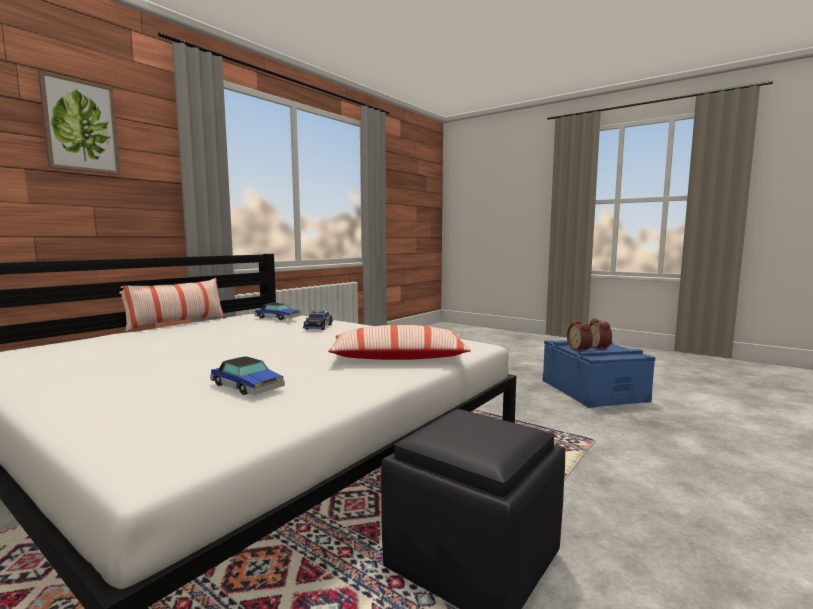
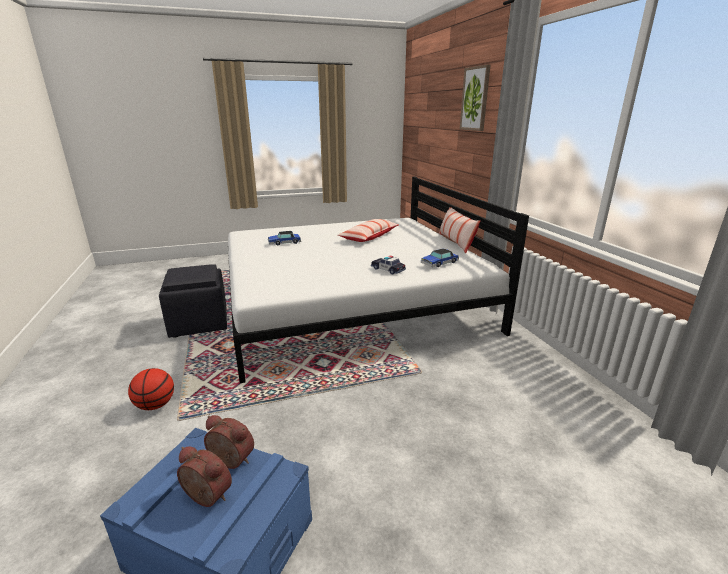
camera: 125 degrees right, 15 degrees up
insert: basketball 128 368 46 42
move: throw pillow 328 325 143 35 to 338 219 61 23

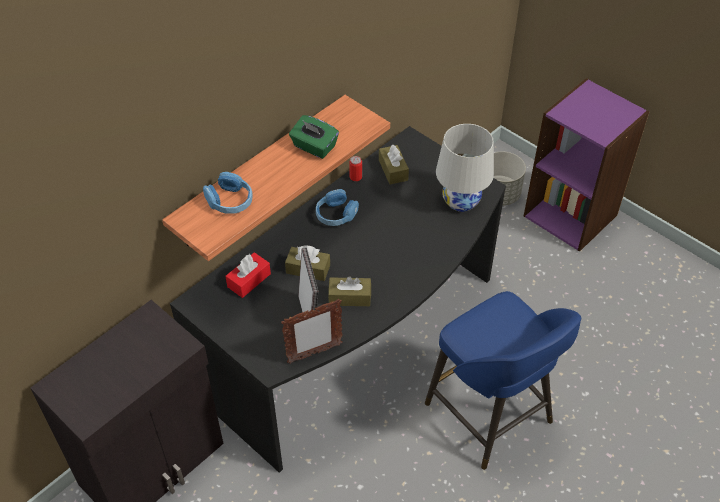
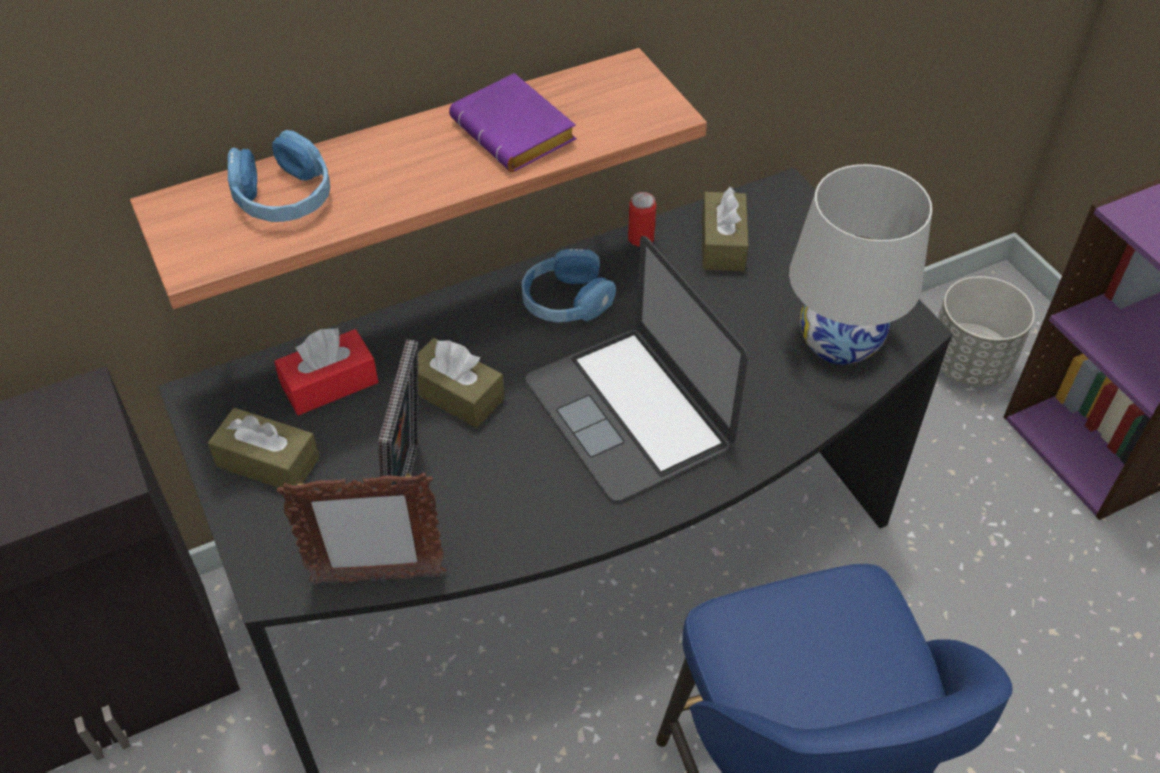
camera: 20 degrees right, 0 degrees up
insert: portable computer 525 236 223 265
move: box of tissues (brownish) 328 276 43 30 to 208 408 112 80
replace: box of tissues (green-coloured) 289 115 50 44 to book (purple-coloured) 449 73 127 99

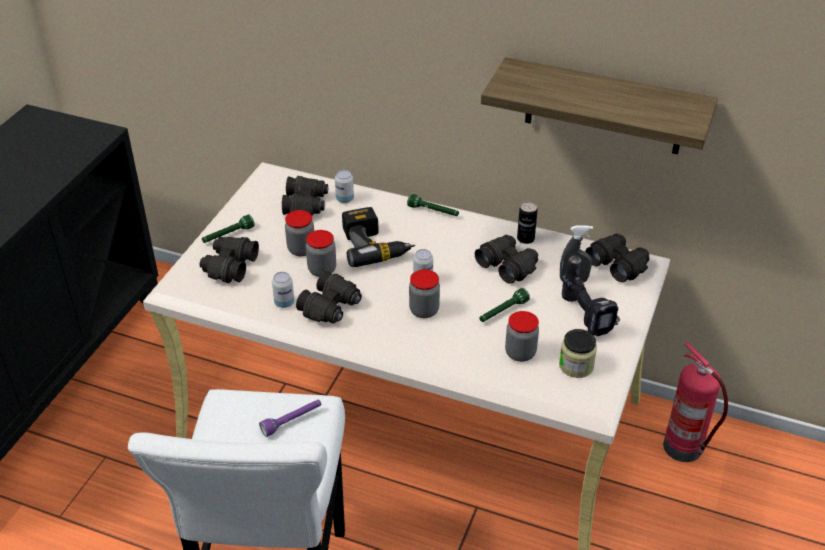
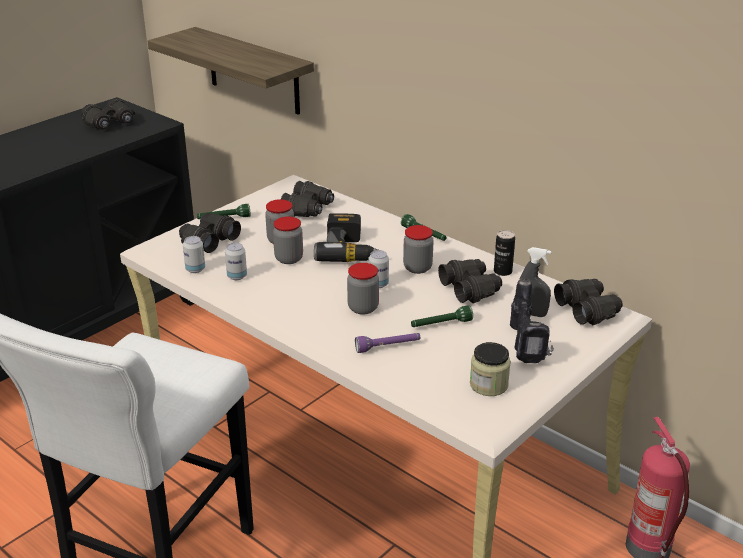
camera: 20 degrees right, 10 degrees down
move: bracket shelf 481 57 237 97 to 147 27 167 88; can 335 170 19 33 to 183 236 22 37; pair of binoculars (black) 296 271 66 53 to 81 98 54 32; jar 505 311 34 51 to 403 225 31 49; flashlight (purple-coloured) 259 400 62 37 to 355 333 65 20

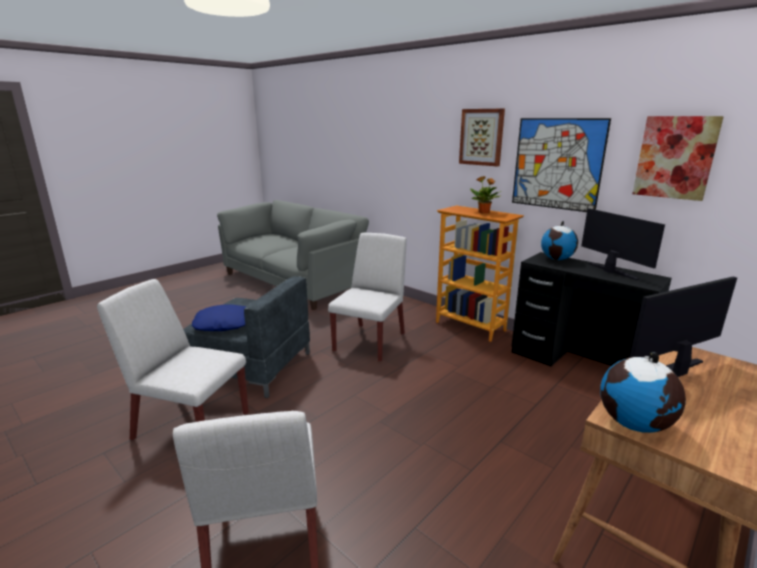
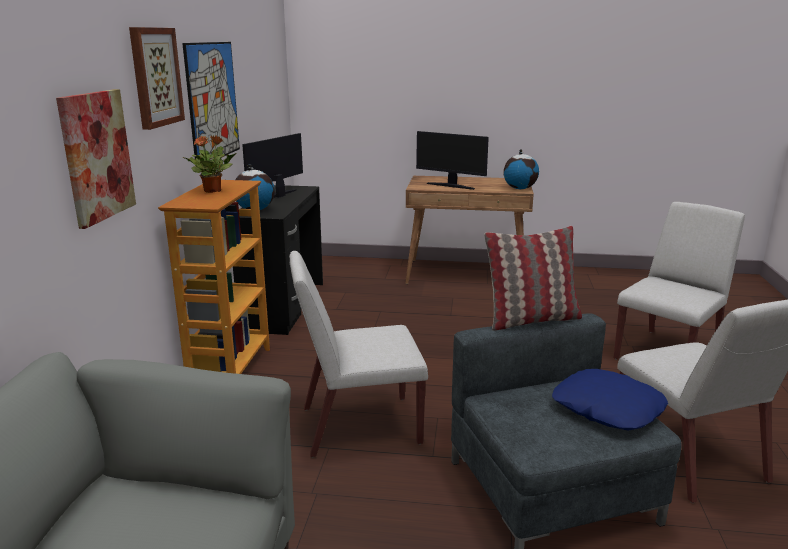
camera: 125 degrees left, 0 degrees up
insert: throw pillow 484 226 98 105
move: wall art 632 116 92 85 to 56 89 80 140

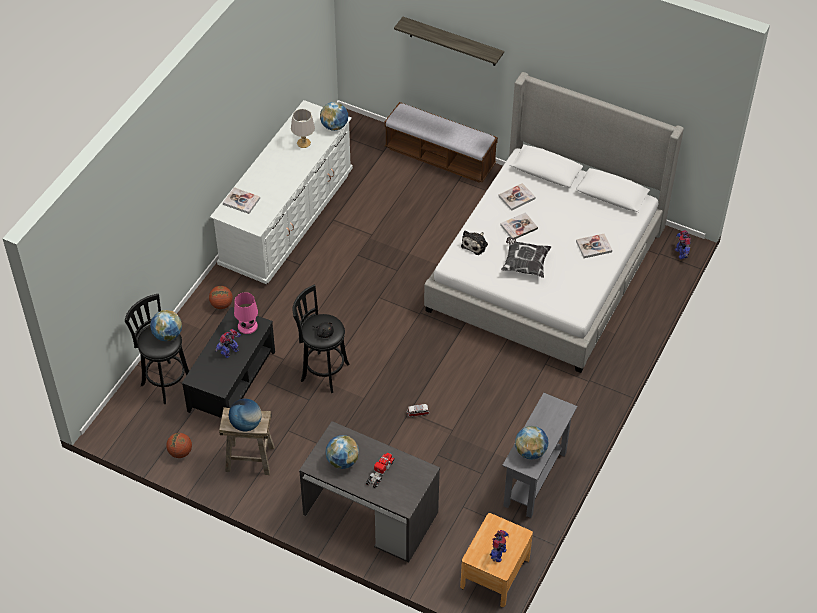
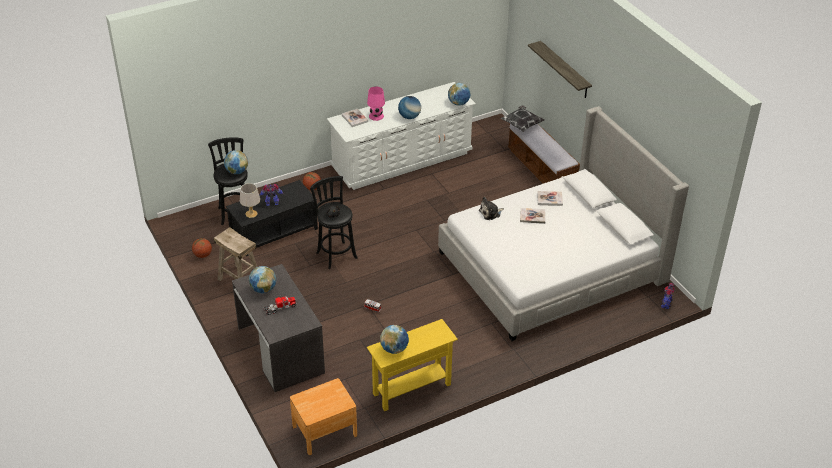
camera: 35 degrees right, 10 degrees down
delete: book 576 234 36 24; toy robot 490 530 18 32
move: tabletop lamp (gray) 291 109 24 39 to 240 183 20 35; throw pillow 501 237 50 41 to 501 105 44 27; tabletop lamp (pinkish) 234 292 24 42 to 367 87 18 34; world globe 229 399 33 33 to 398 96 23 23
recolor: console table (gray) 502 393 75 125 to console table (yellow-coloured) 367 319 91 92

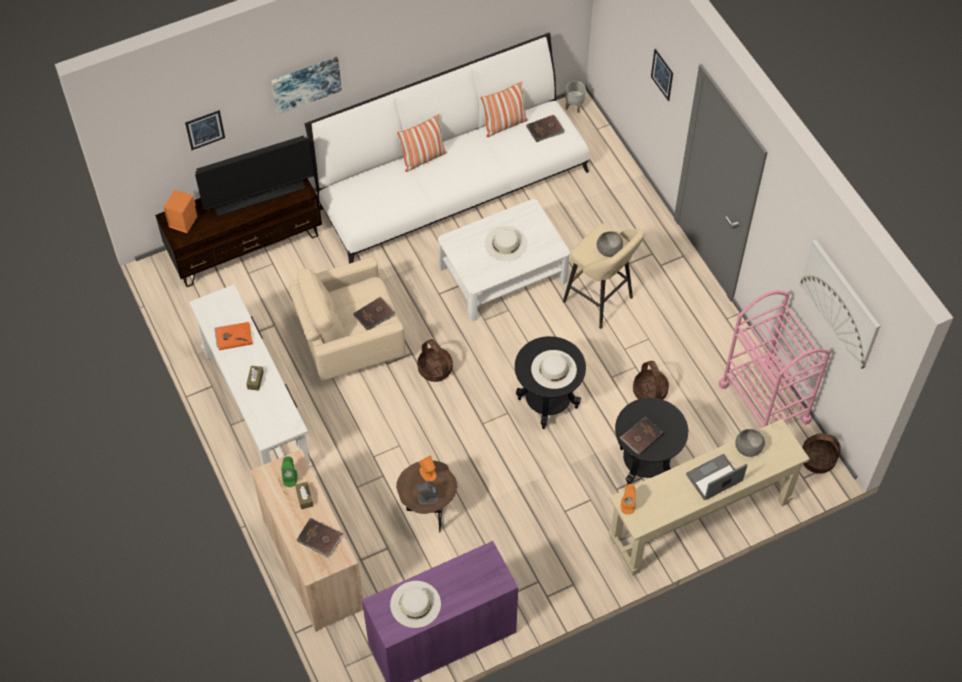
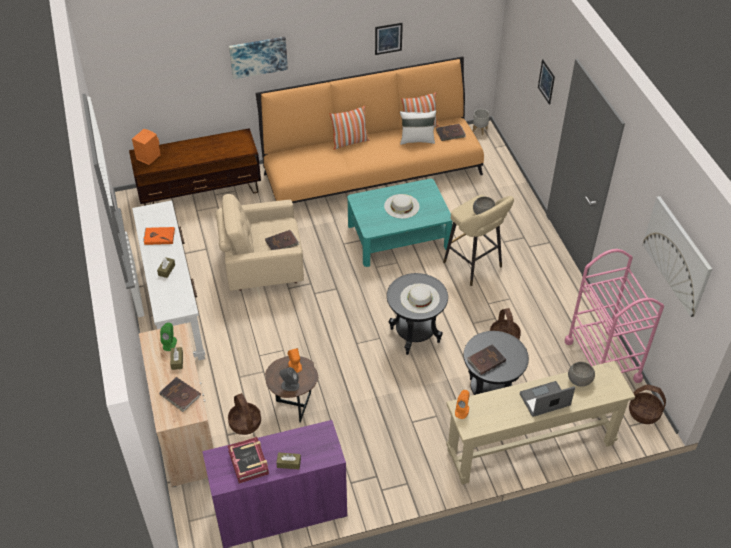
camera: 10 degrees right, 10 degrees down
delete: TV set 195 135 119 81
insert: throw pillow (white-coloured) 400 110 36 35; box of tissues (brownish) 276 452 25 17
move: wall art 185 110 40 40 to 375 23 28 32; basket 417 339 36 43 to 228 393 33 42
replace: hat (white-coloured) 390 581 51 47 to book 228 437 41 47
recolor: sofa (white-coloured) 305 32 285 232 to sofa (orange) 256 57 228 146; lounge table (white-coloured) 438 199 132 122 to lounge table (blue-green) 347 179 106 88

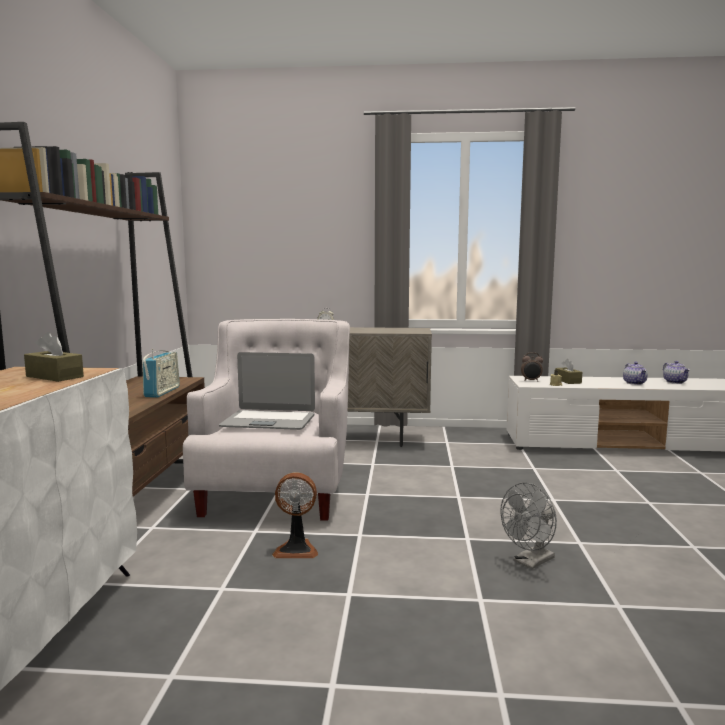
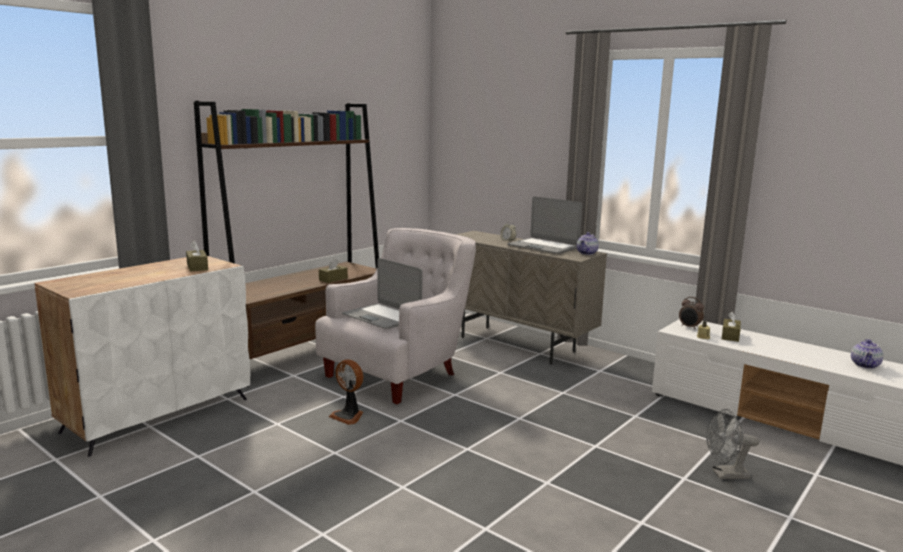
camera: 35 degrees right, 5 degrees up
insert: portable computer 507 196 75 58
move: pot for tea 623 362 25 23 to 576 232 23 23; fan (gray) 500 483 57 86 to 706 409 53 70
replace: radio set 143 349 37 49 to box of tissues (brownish) 319 258 29 25

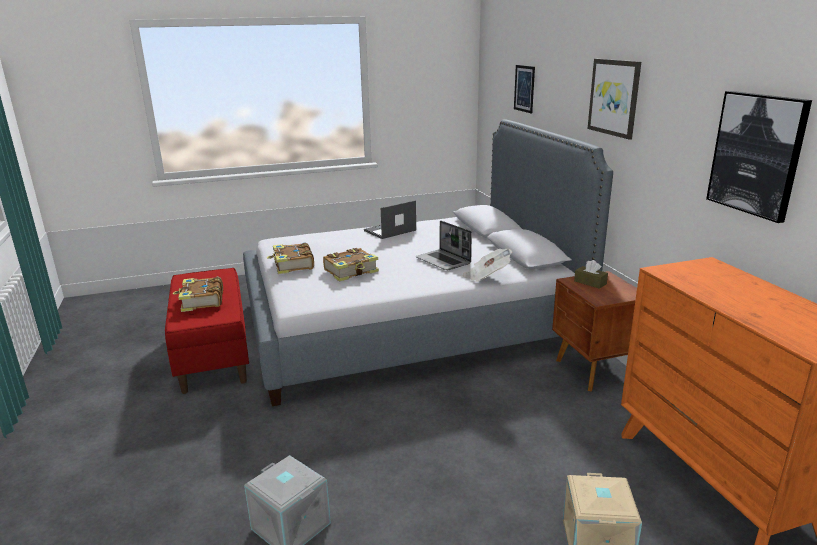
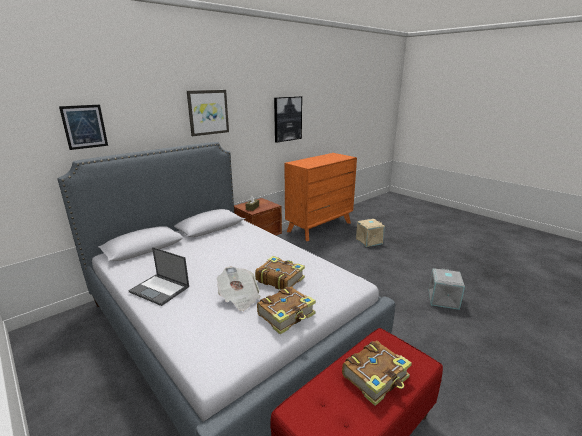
camera: 115 degrees left, 0 degrees up
delete: portable computer 416 220 56 50
move: newspaper 463 249 50 33 to 217 266 44 45

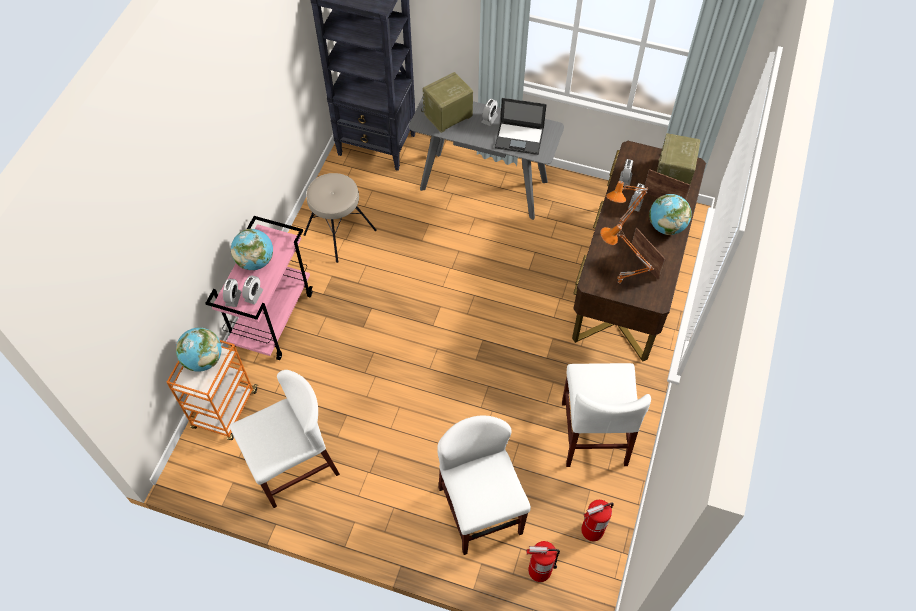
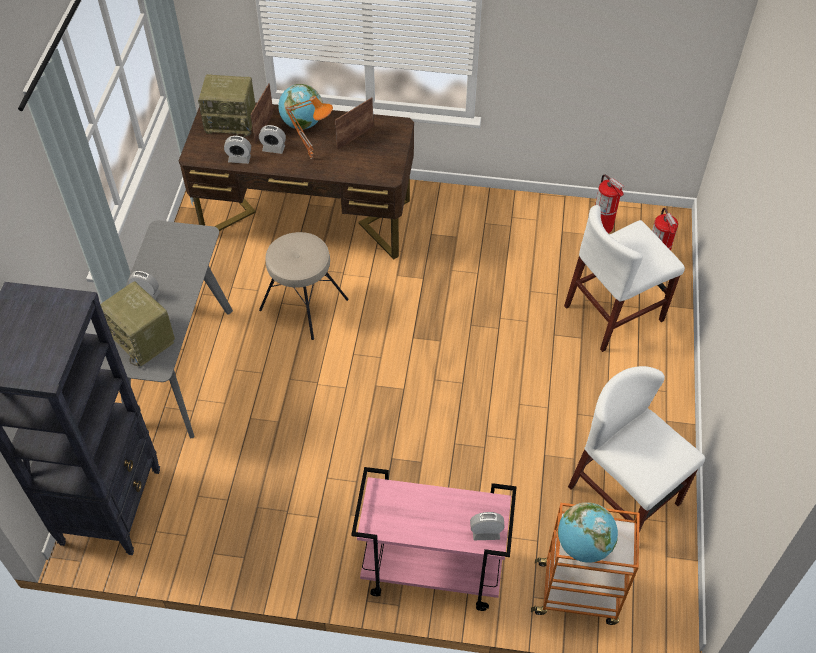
camera: 100 degrees left, 5 degrees down
delete: portable computer 495 98 52 57; tabletop lamp (orange) 600 224 54 60; world globe 231 229 42 41; alarm clock 242 275 21 30; plain chair (white-coloured) 562 363 89 104
move: sitting stool (beige) 304 173 73 90 to 259 232 90 108

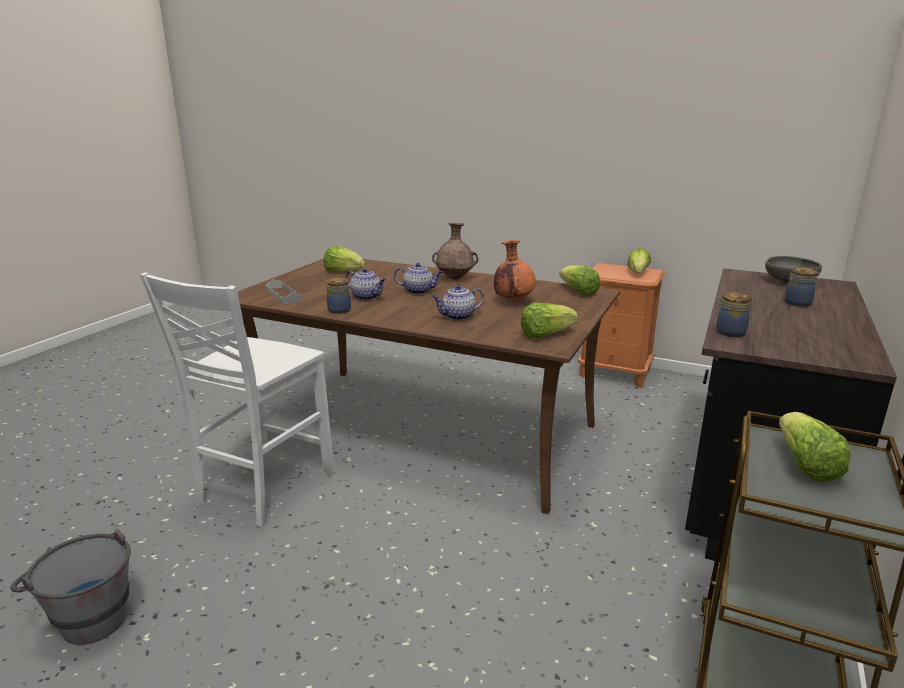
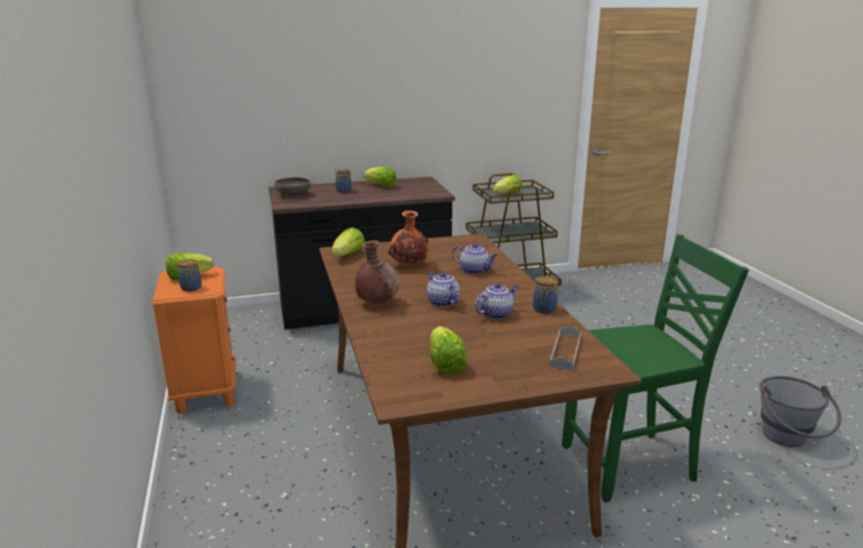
camera: 130 degrees left, 0 degrees up
move: jar 714 292 38 45 to 178 259 24 33; lettuce 521 303 57 35 to 363 167 34 21
recolor: plain chair (white-coloured) 140 272 194 255 to plain chair (green-coloured) 562 234 187 268
rotate: pot for tea 345 268 41 32 = 474 283 44 36 60 degrees clockwise

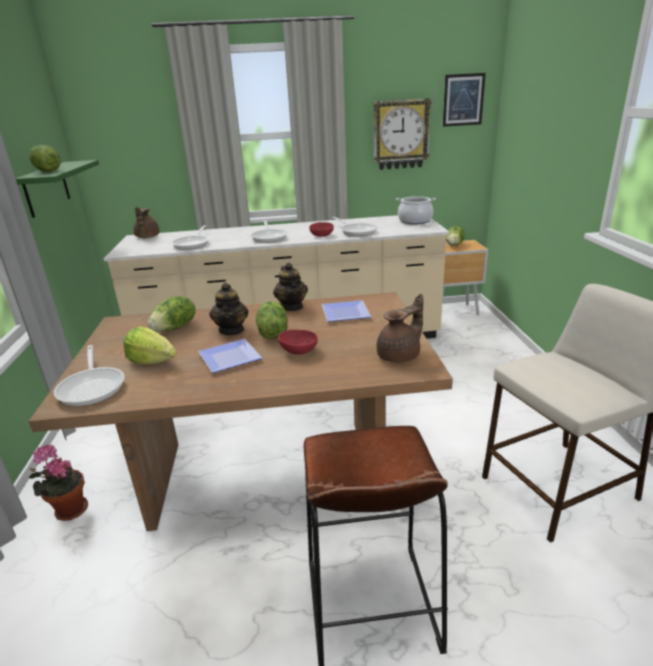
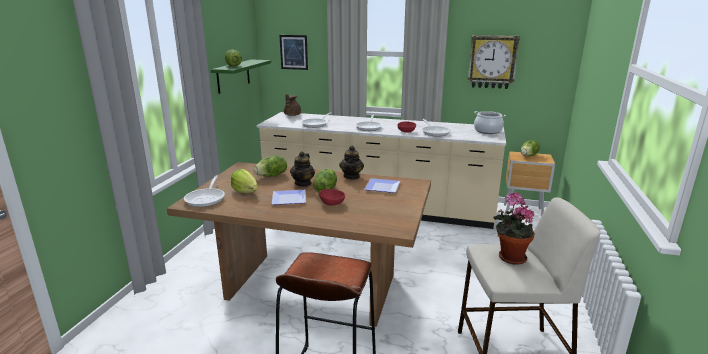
camera: 20 degrees right, 5 degrees down
delete: pot for tea (brownish) 377 294 46 69
move: wall art 443 73 43 54 to 279 35 29 35; houseplant 29 444 59 77 to 493 192 42 73

